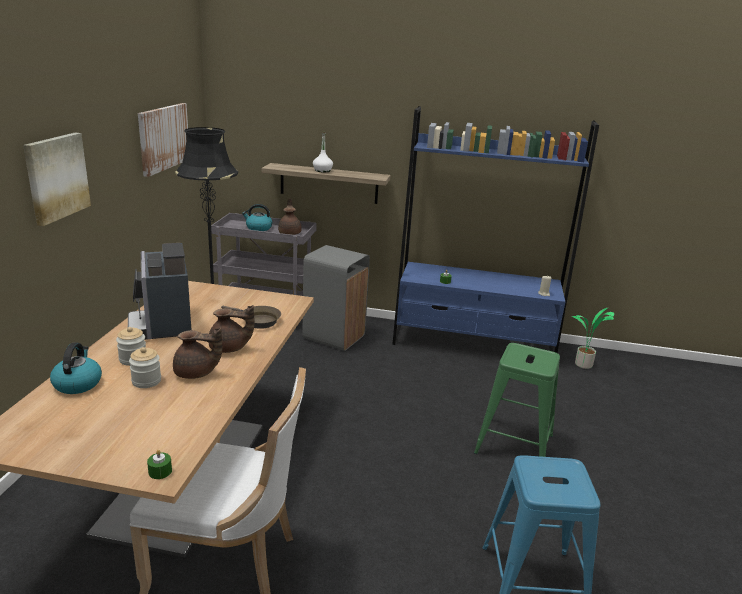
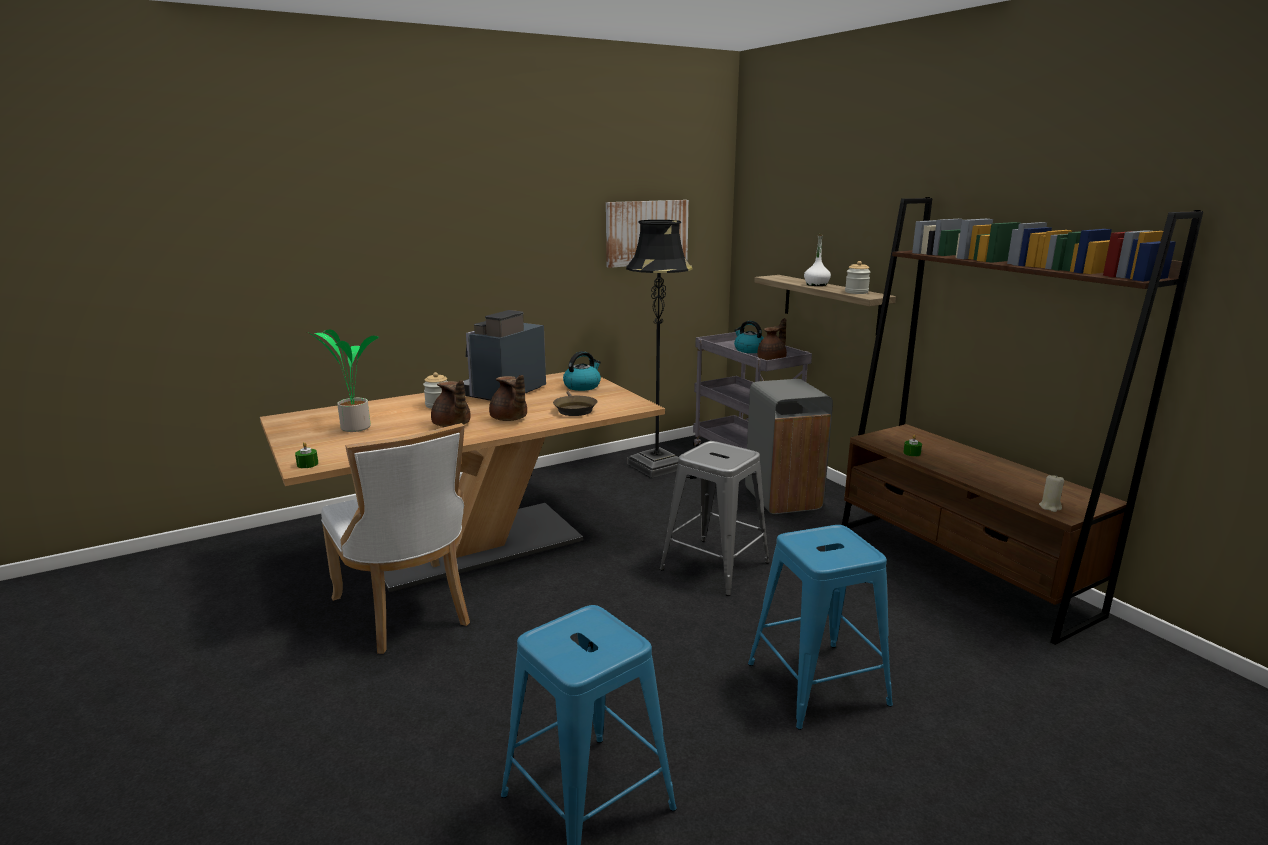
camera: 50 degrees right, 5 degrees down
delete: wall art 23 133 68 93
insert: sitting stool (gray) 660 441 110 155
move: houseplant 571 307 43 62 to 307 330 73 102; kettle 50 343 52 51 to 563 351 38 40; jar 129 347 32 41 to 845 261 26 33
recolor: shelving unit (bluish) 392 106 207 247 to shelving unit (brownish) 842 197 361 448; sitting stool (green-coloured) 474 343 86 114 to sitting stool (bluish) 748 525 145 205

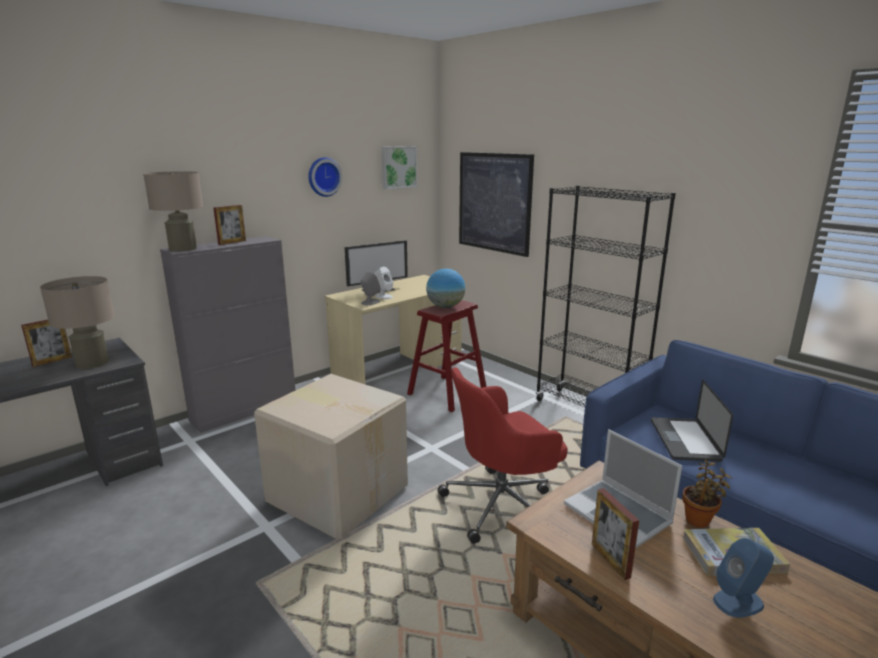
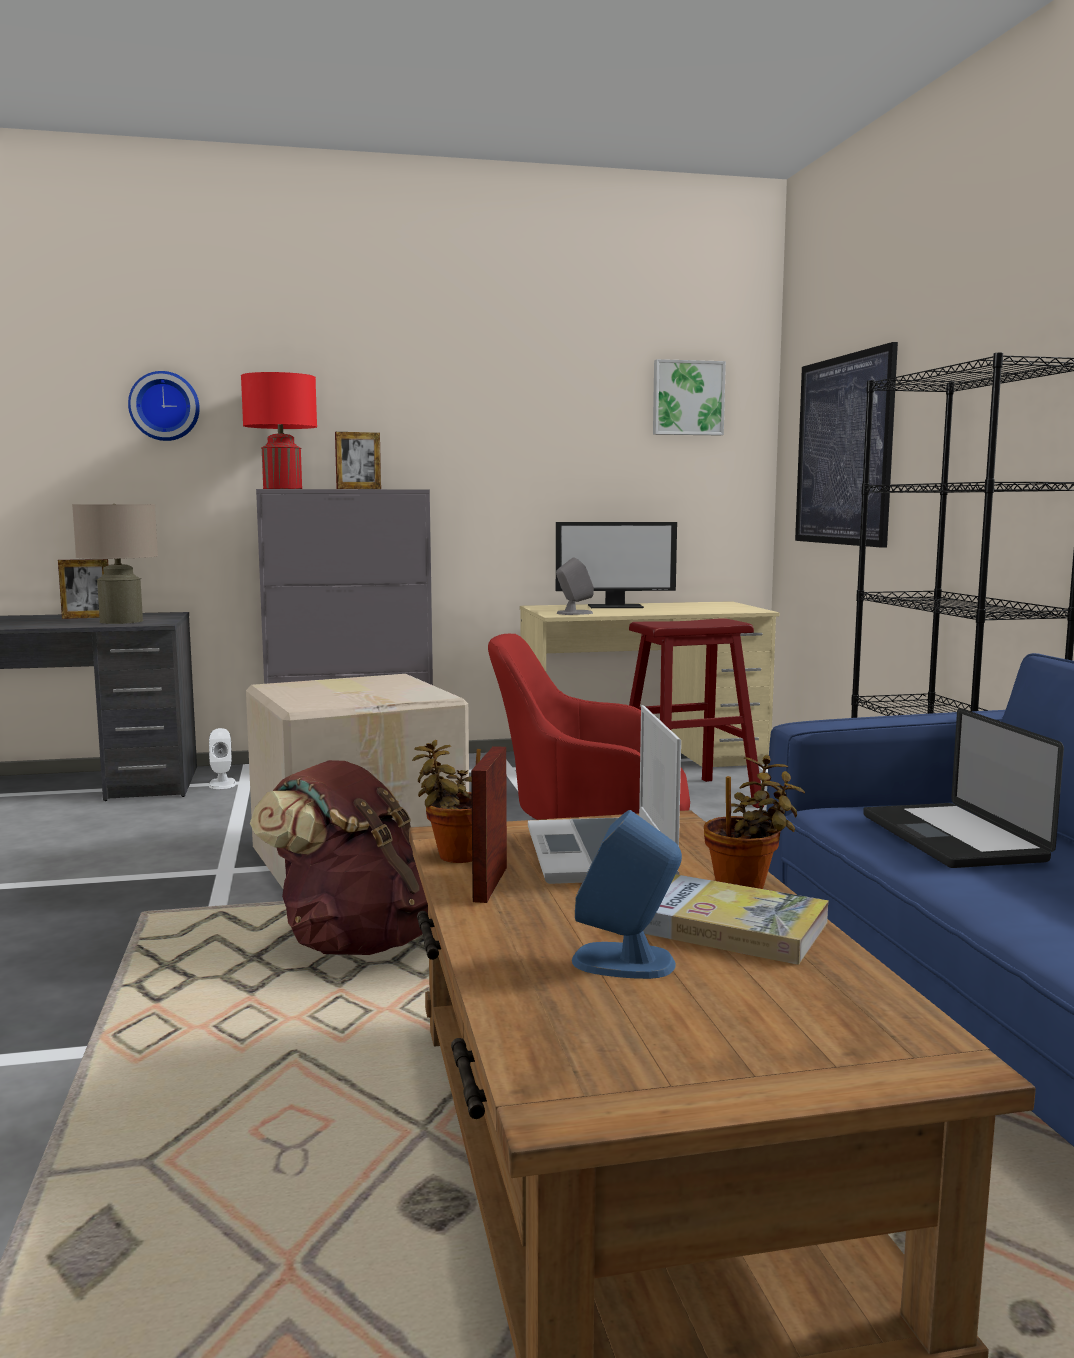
camera: 30 degrees right, 10 degrees down
delete: world globe 426 269 39 39
insert: houseplant 412 740 69 123; knapsack (brownish) 250 760 178 195
move: wall clock 308 157 34 40 to 128 371 72 70; loudspeaker (white-coloured) 375 267 18 32 to 209 728 27 61
recolor: tabletop lamp (beige) 143 171 60 81 to tabletop lamp (reddish) 241 372 76 117
rotate: portable computer 651 380 82 82 = 863 708 201 160 45 degrees counterclockwise

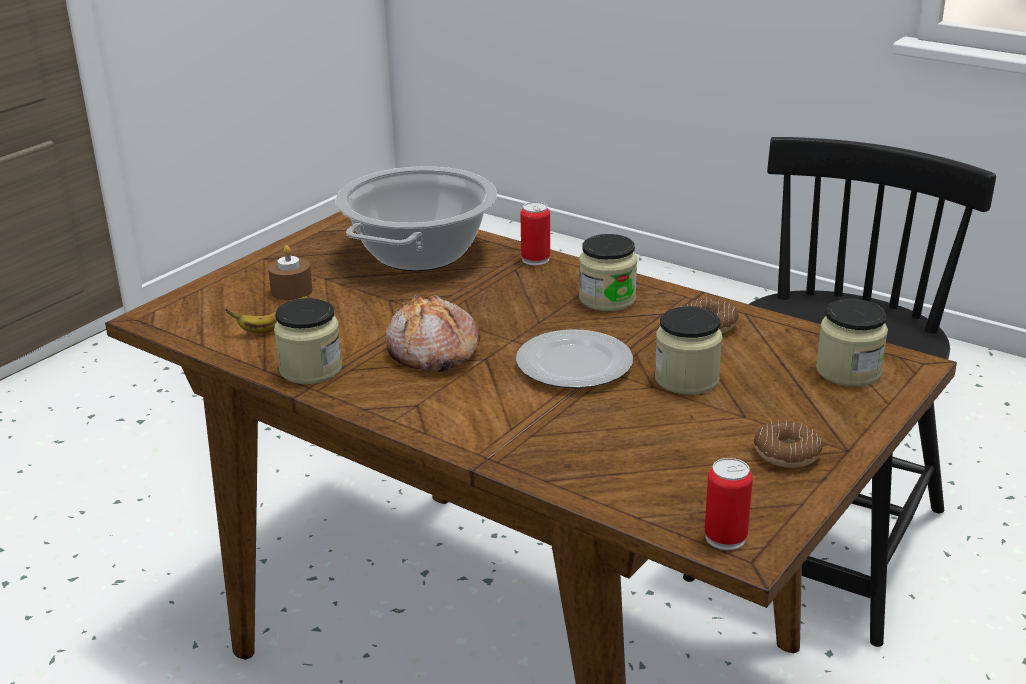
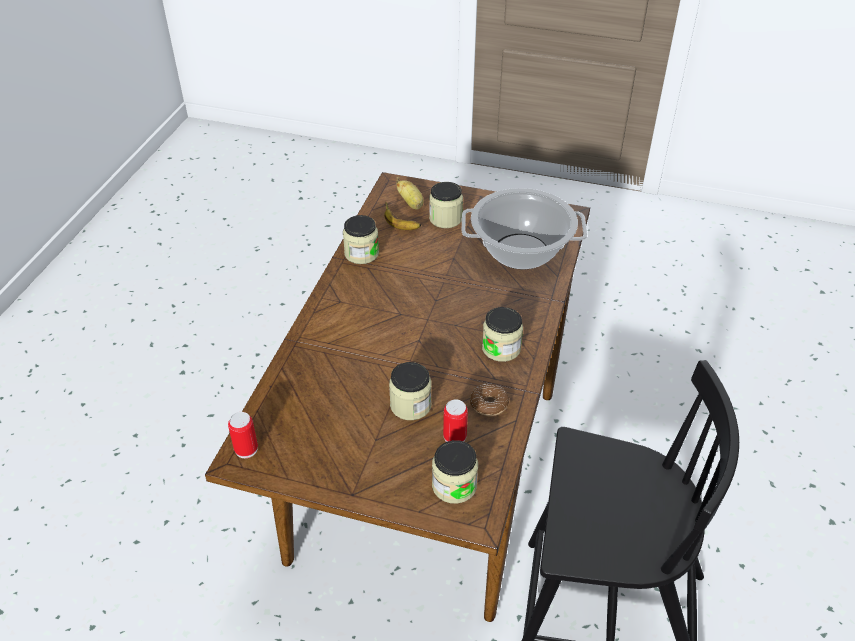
camera: 70 degrees right, 15 degrees up
delete: baked bread 385 294 95 78; flat dish 516 329 117 59; doughnut 754 420 69 48
insert: banana 396 177 27 32
move: can 520 202 30 64 to 443 399 25 43
replace: candle (brownish) 268 245 45 55 to jar 429 182 34 46

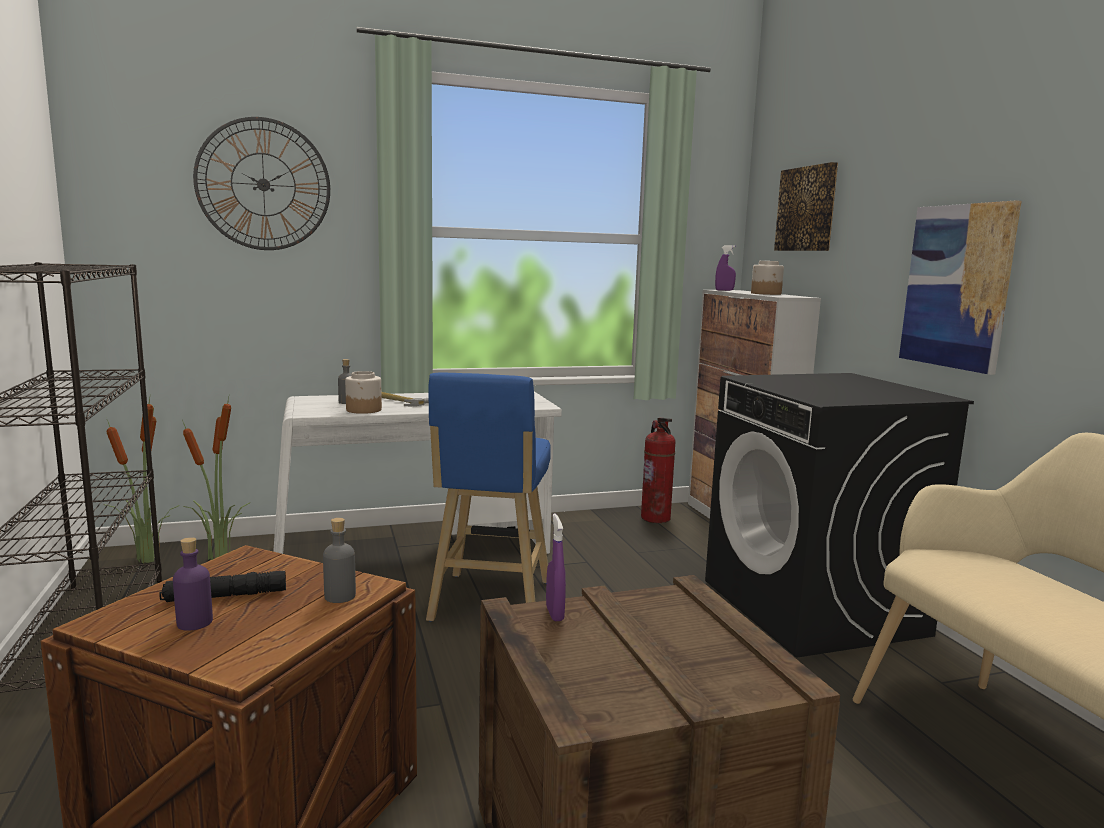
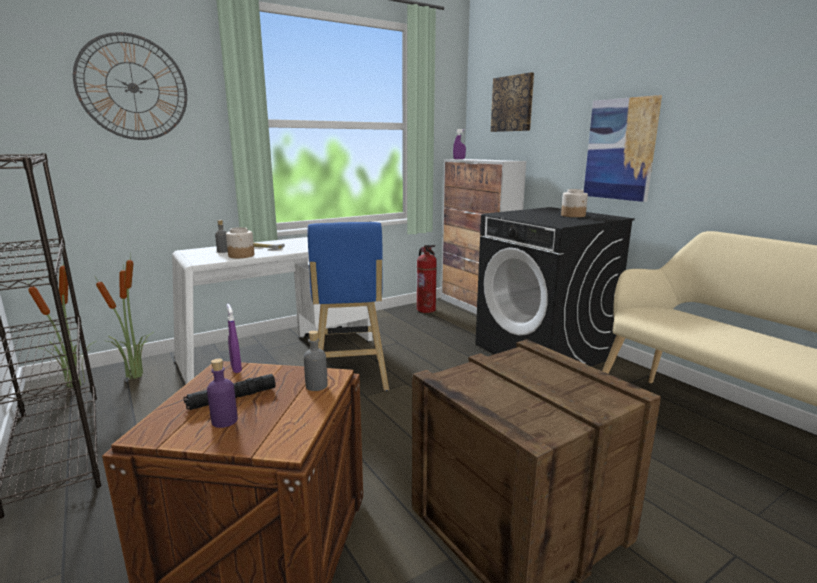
camera: 15 degrees left, 5 degrees up
move: jar 751 261 33 34 to 561 189 27 28; hand sprayer (purple-coloured) 546 514 20 107 to 227 304 15 69

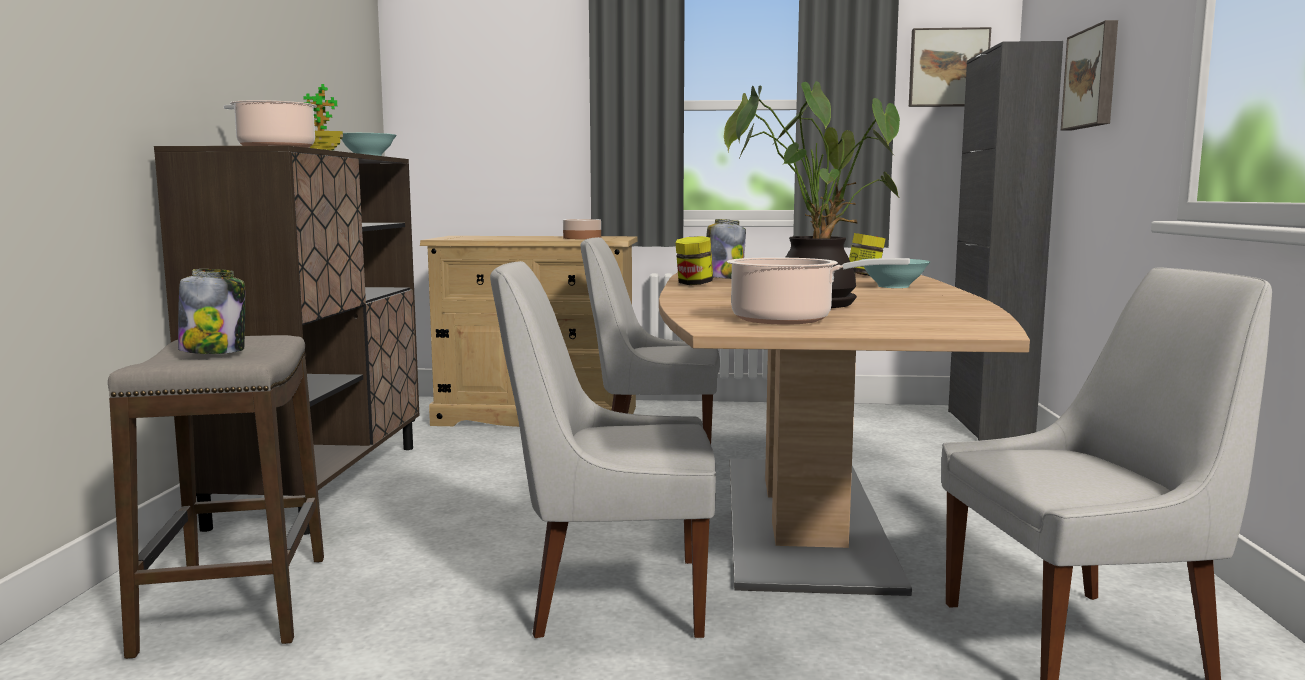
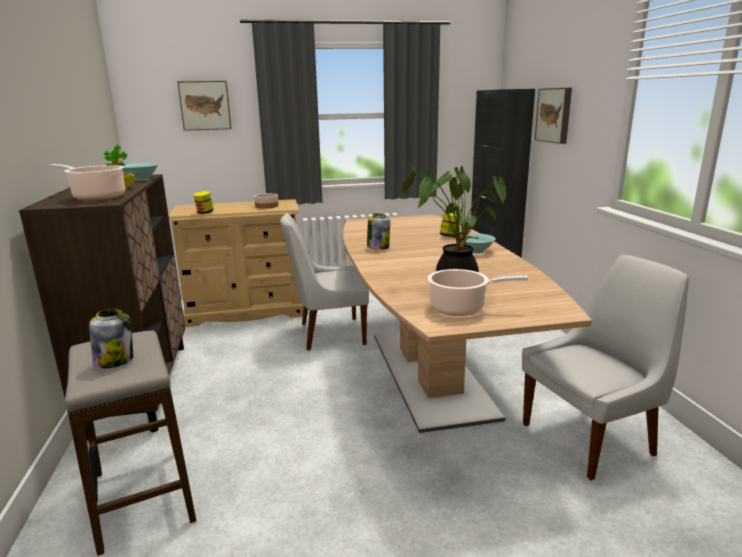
camera: 15 degrees left, 10 degrees up
delete: plain chair (white-coloured) 490 261 226 377
move: wall art 909 27 82 80 to 177 81 55 50; jar 675 236 38 49 to 193 191 20 23

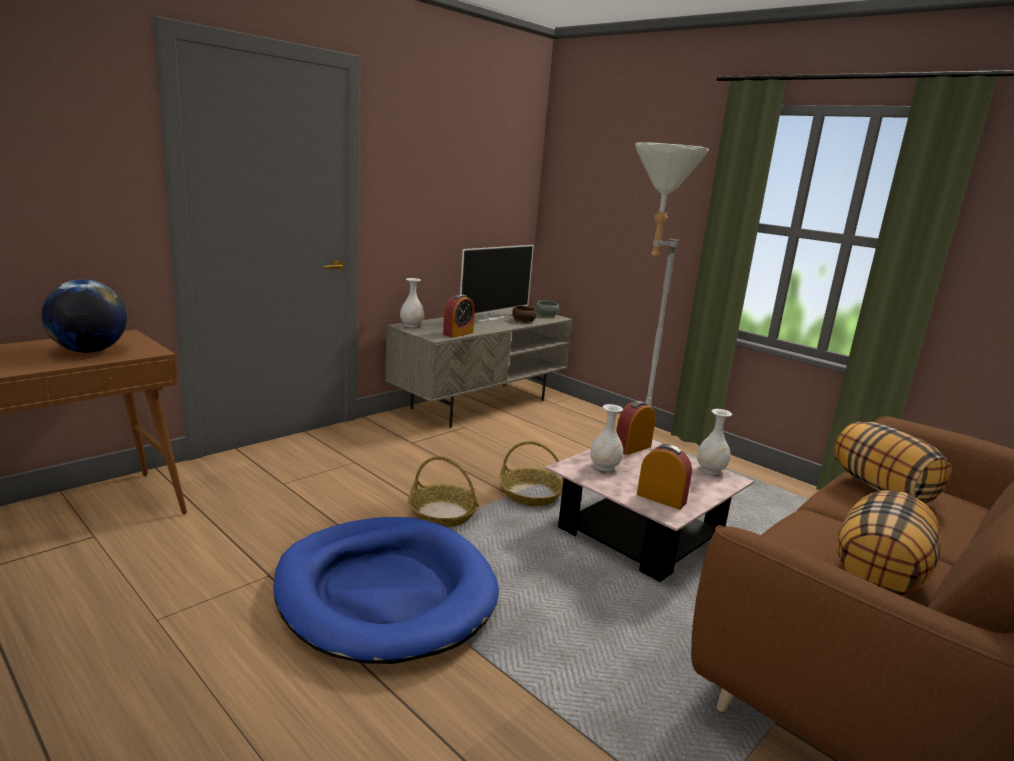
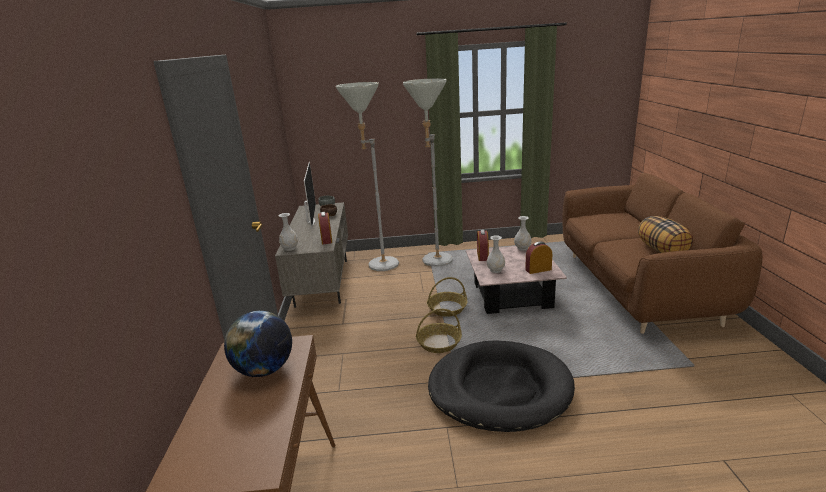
camera: 45 degrees left, 5 degrees up
delete: throw pillow 834 422 118 81
insert: floor lamp (gray) 336 82 63 189
recolor: dog bed (bluish) 273 517 226 147 to dog bed (black) 428 340 147 92

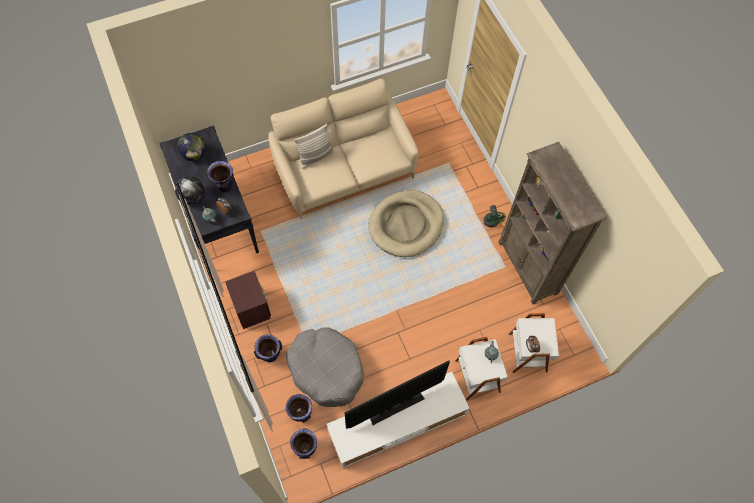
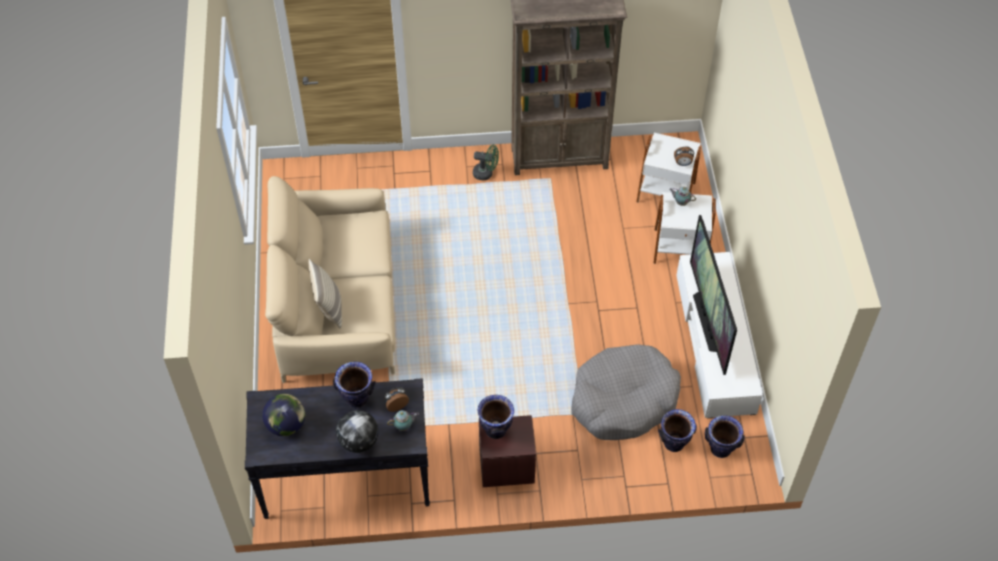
camera: 70 degrees left, 10 degrees down
delete: dog bed (beige) 368 190 76 67
move: vase 254 335 28 27 to 478 395 36 44

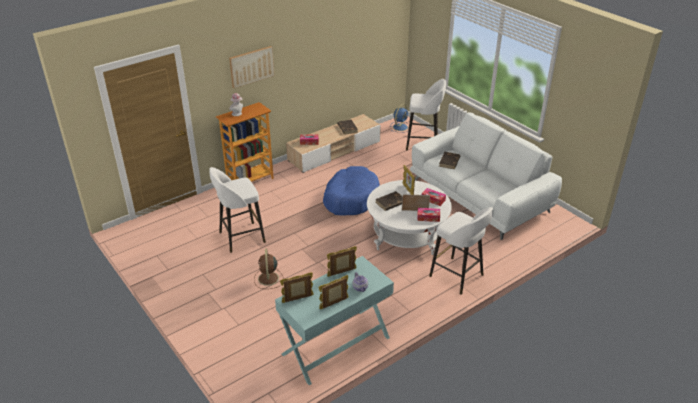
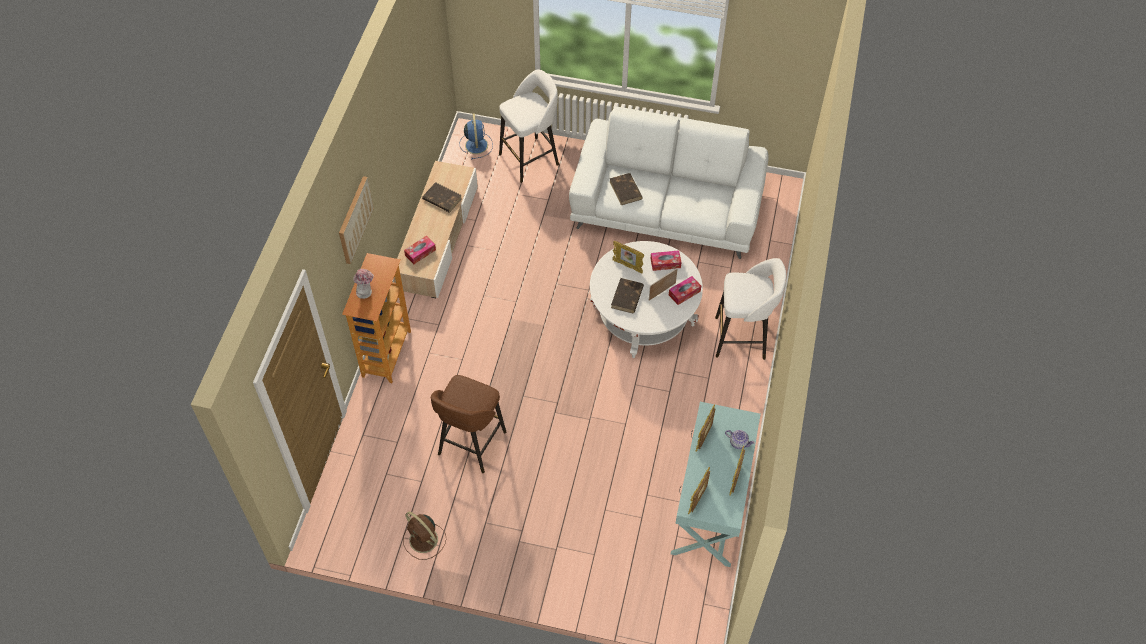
camera: 40 degrees left, 20 degrees up
delete: dog bed (bluish) 323 166 57 50
move: fan (brownish) 254 249 30 40 to 403 511 43 49
recolor: sitting stool (white-coloured) 209 167 57 86 to sitting stool (brownish) 431 375 75 98

